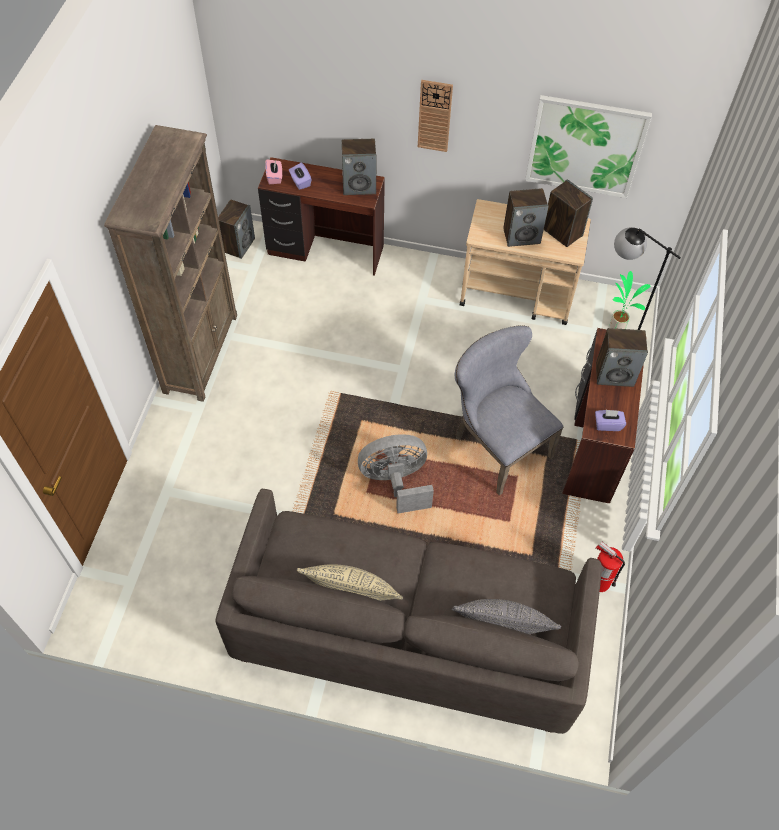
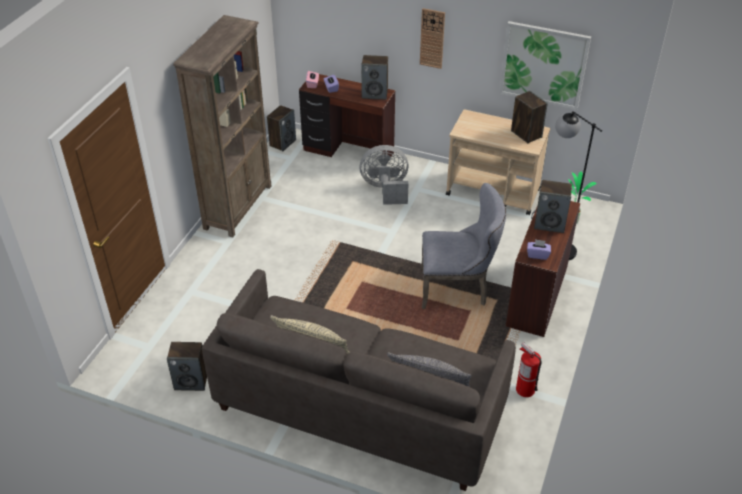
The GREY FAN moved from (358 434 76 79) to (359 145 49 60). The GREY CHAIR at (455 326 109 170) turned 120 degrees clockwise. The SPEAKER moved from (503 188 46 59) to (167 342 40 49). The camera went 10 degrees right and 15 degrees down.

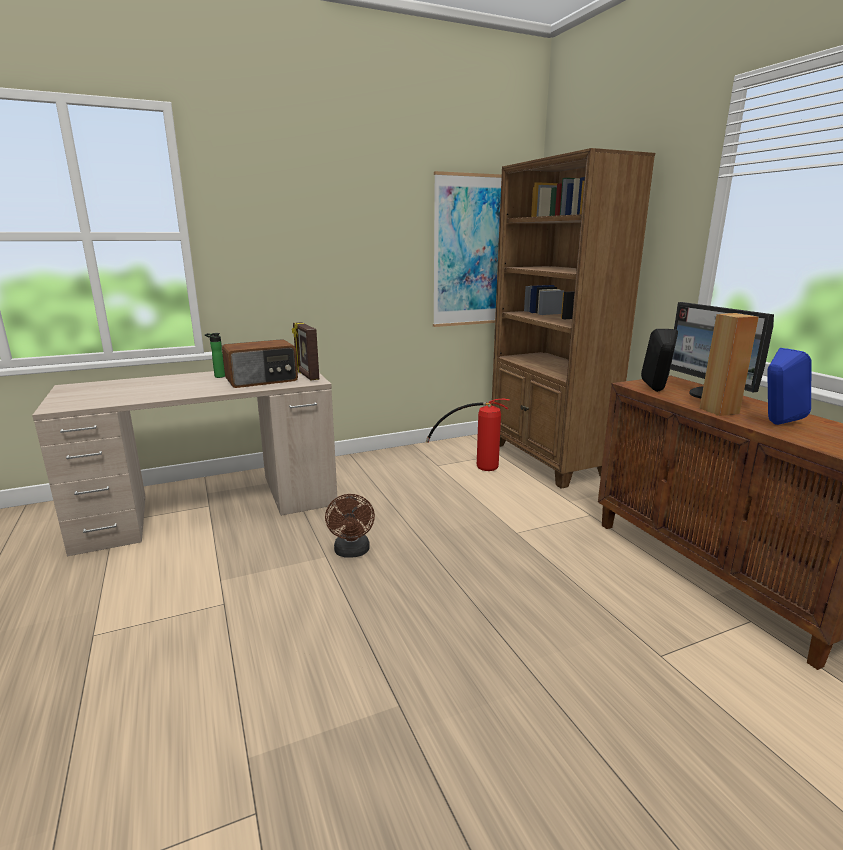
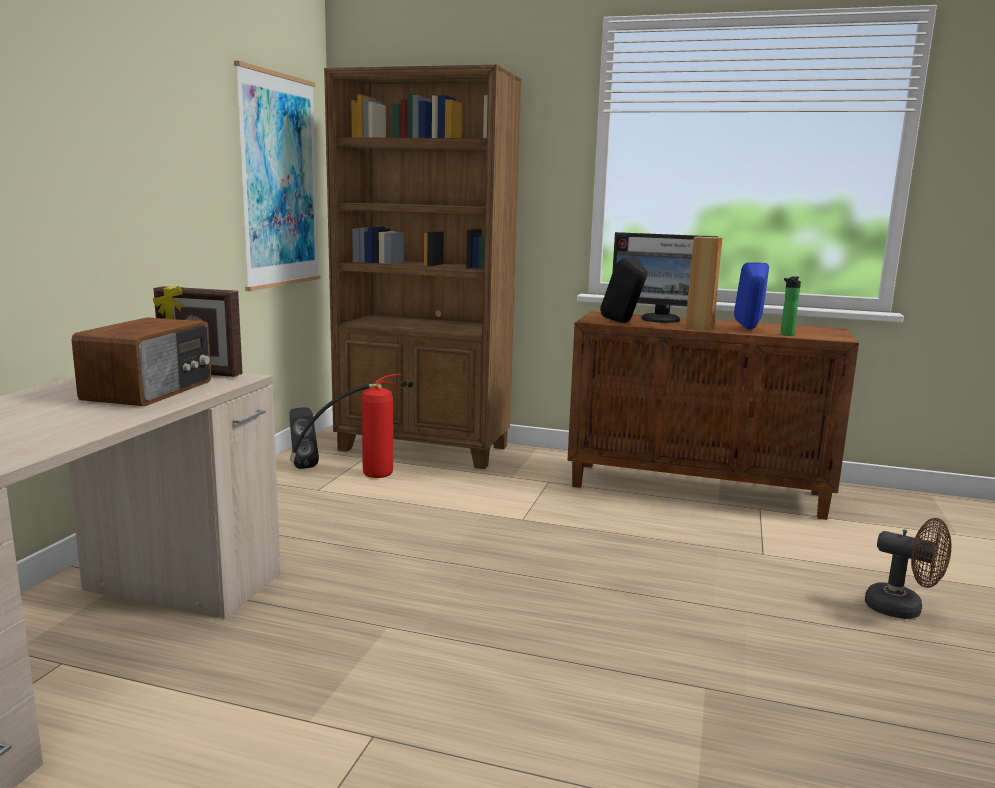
The BOTTLE moved from (205 333 20 45) to (780 276 21 60). The BROWN FAN moved from (325 494 50 64) to (865 518 86 101). The BLACK SPEAKER at (289 408 30 61) appeared. The camera went 50 degrees left and 5 degrees down.

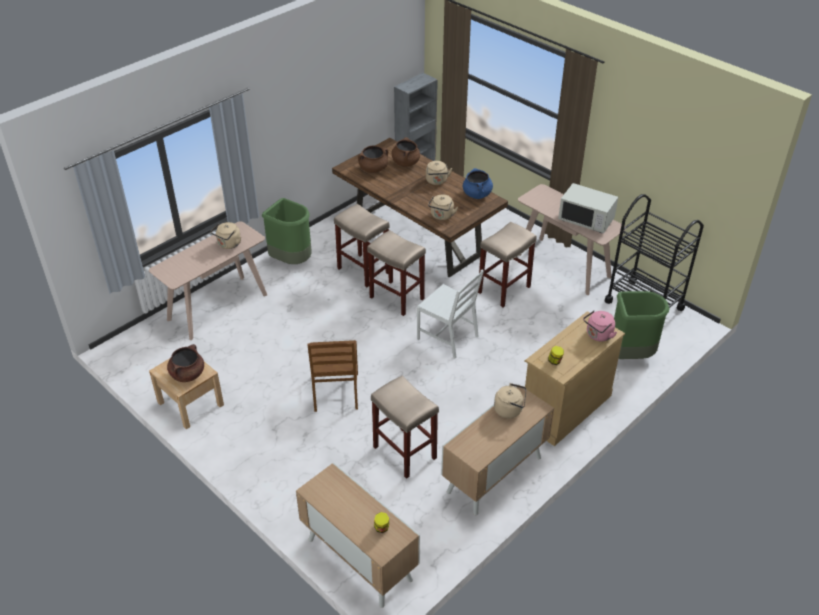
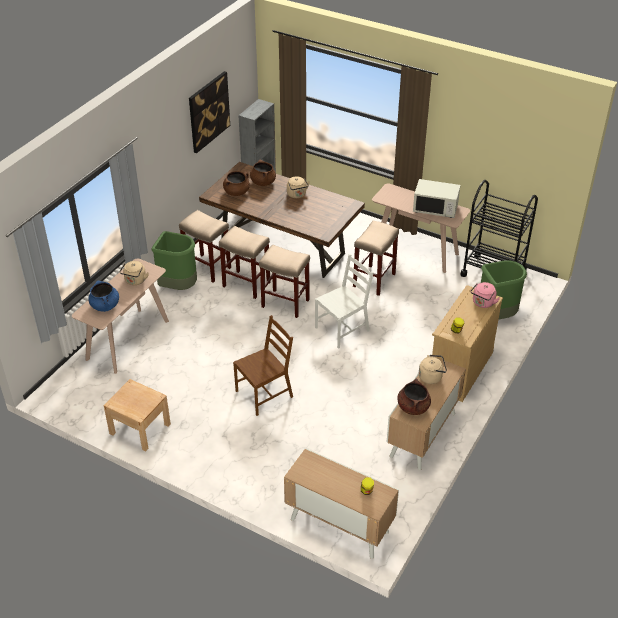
The BROWN COOKING POT moved from (167 344 37 38) to (397 379 34 36). The BROWN CHAIR at (308 340 50 72) turned 105 degrees counterclockwise. The BEIGE STOOL moved from (371 375 68 104) to (179 210 52 73). The WHITE CHAIR at (417 270 67 88) turned 60 degrees counterclockwise. The BEIGE KETTLE at (428 194 30 26) disappeared. The BLUE COOKING POT moved from (463 168 30 31) to (88 281 31 31). The PICTURE at (189 71 41 82) appeared. The camera went 15 degrees left and 0 degrees up.

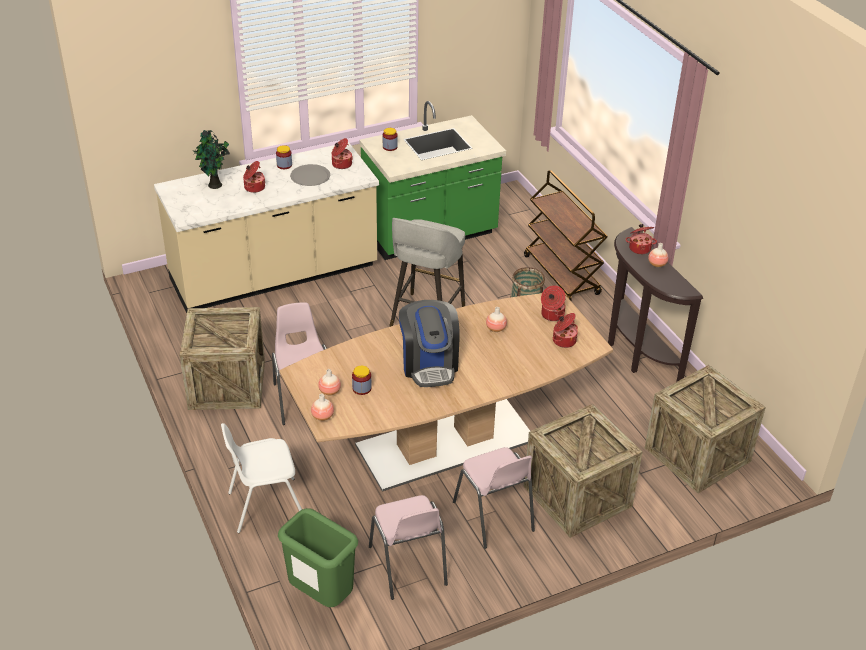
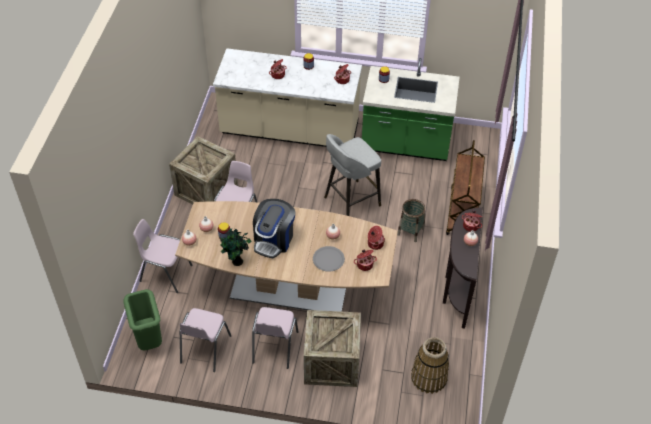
The POTTED PLANT moved from (192 130 38 59) to (220 229 32 37). The WHITE CHAIR at (221 423 81 110) became the PINK CHAIR at (133 219 60 74). The GREY PLATE moved from (290 164 40 22) to (313 246 32 26). The CRATE at (645 365 121 128) was replaced by the BASKET at (411 337 38 57). The camera went 35 degrees right and 10 degrees up.

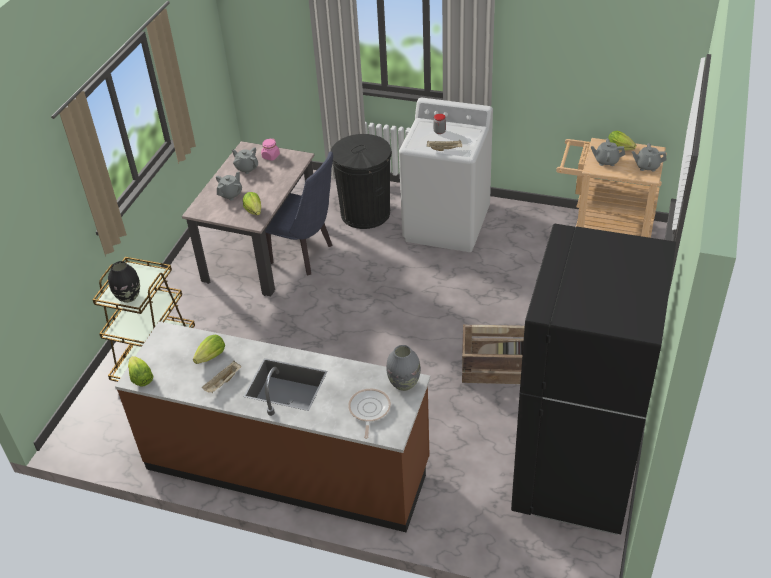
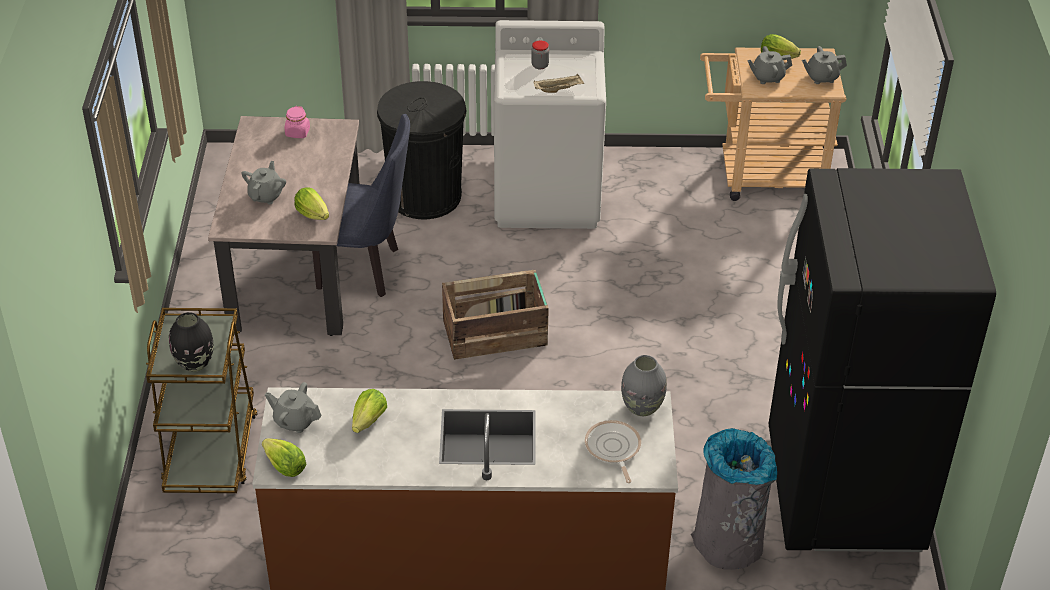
The BEIGE TRAY at (202 361 39 32) disappeared. The GREY TEAPOT moved from (232 147 26 27) to (265 382 57 51). The CRATE moved from (462 325 63 59) to (442 270 107 90). The GREY TRASH CAN at (691 428 86 142) appeared. The camera went 20 degrees left and 0 degrees up.

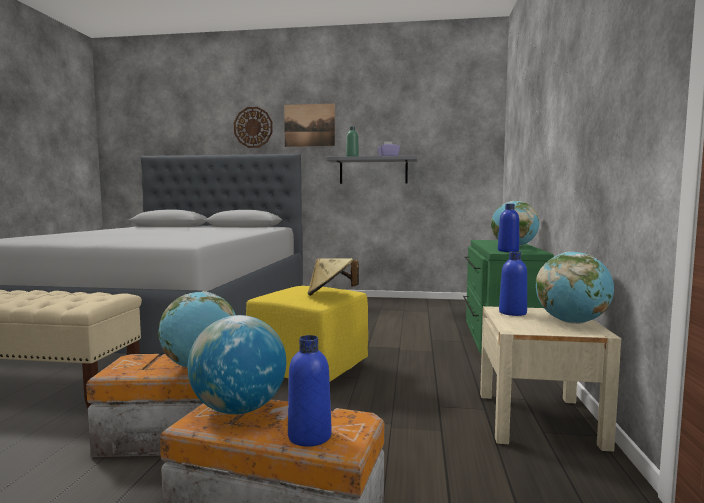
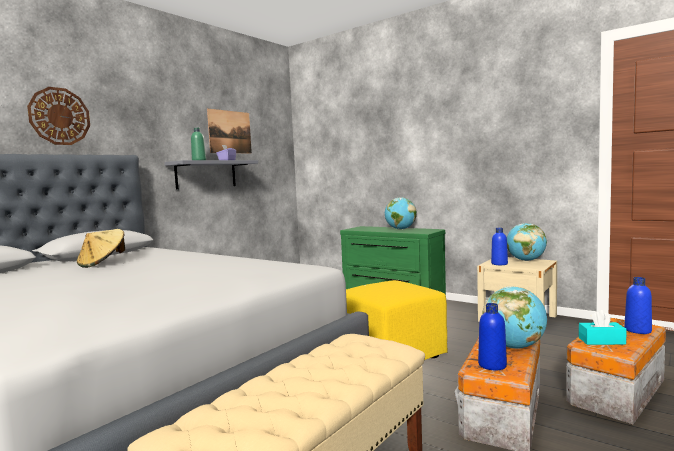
The GLOBE at (188 315 98 99) was replaced by the TURQUOISE TISSUE BOX at (579 310 48 35). The PICTURE moved from (284 103 51 44) to (207 108 45 46). The BEIGE HAT moved from (308 258 51 38) to (77 229 48 39). The BLUE BOTTLE moved from (498 204 21 48) to (478 303 29 67). The camera went 60 degrees left and 0 degrees up.

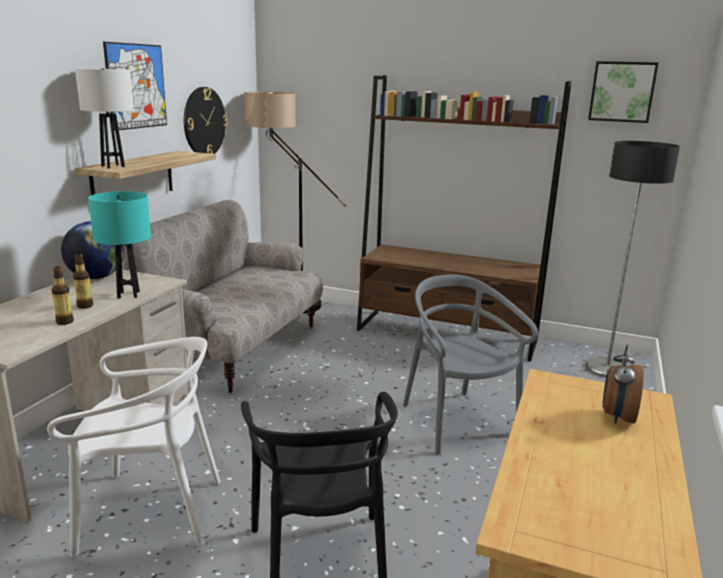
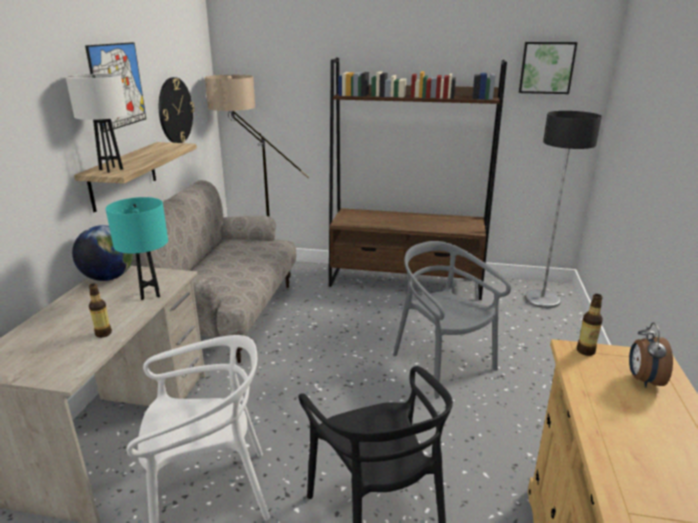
The BOTTLE moved from (73 254 20 55) to (577 294 26 62). The camera went 10 degrees left and 5 degrees up.

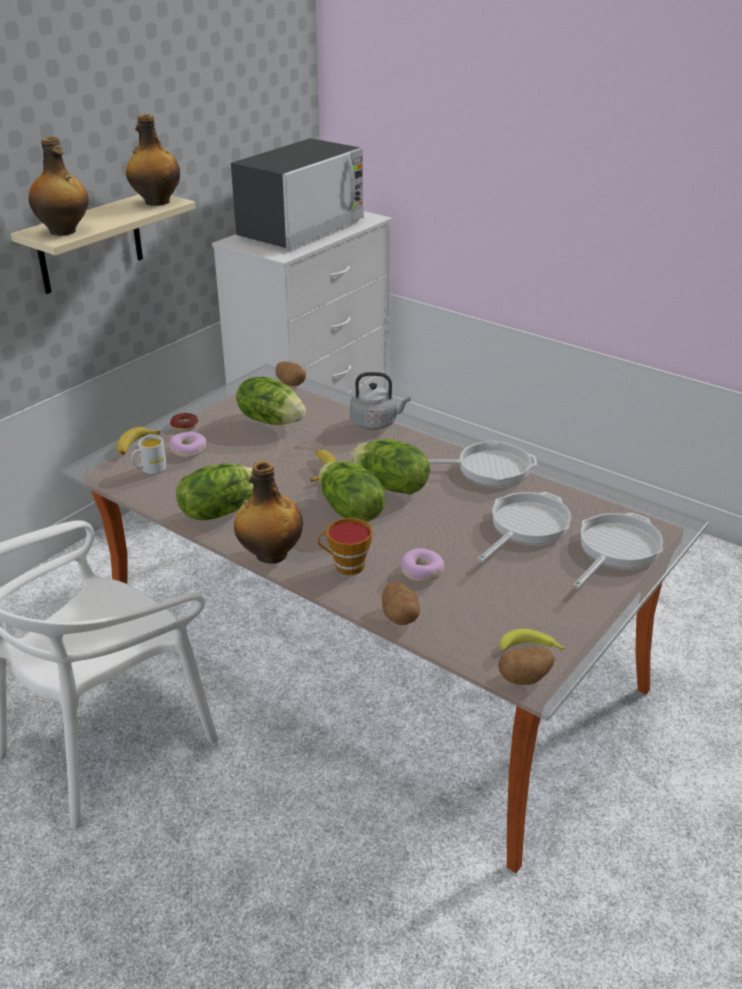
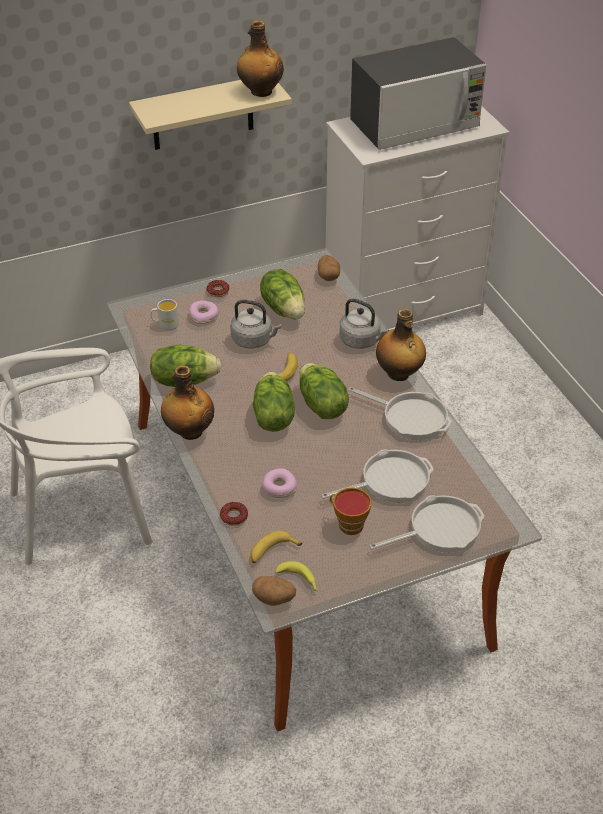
The BOTTLE moved from (29 137 60 99) to (376 309 50 72). The BANANA moved from (116 427 45 28) to (251 531 51 32). The CUP moved from (318 518 55 57) to (330 488 42 47). The POTATO at (382 582 38 43) was replaced by the DONUT at (220 502 28 24). The GREY KETTLE at (231 300 51 49) appeared. The camera went 30 degrees right and 10 degrees up.

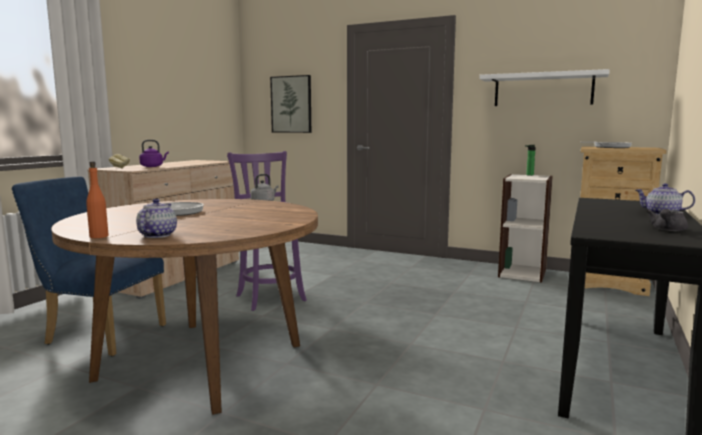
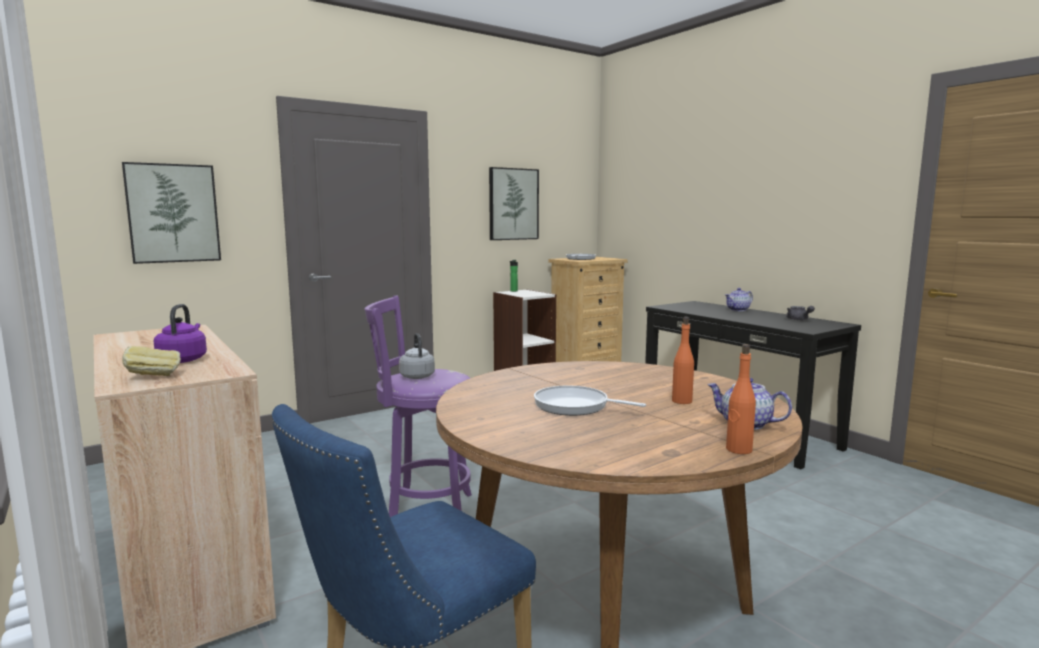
The WHITE SHELF at (479 69 131 37) was replaced by the PICTURE at (489 167 50 73). The ORANGE BOTTLE at (672 317 22 87) appeared. The camera went 60 degrees left and 0 degrees up.

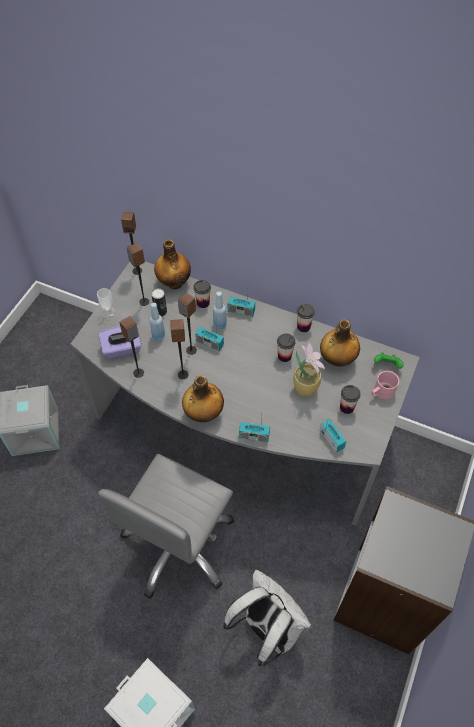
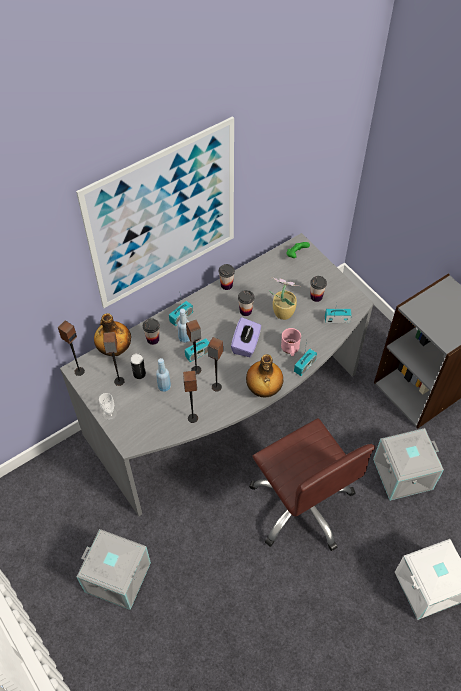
The PURPLE TISSUE BOX moved from (98 326 44 33) to (231 317 30 40). The GREY OFFICE CHAIR at (98 454 136 145) became the BROWN OFFICE CHAIR at (249 418 126 133). The WHITE BACKPACK at (223 569 89 98) was replaced by the GREY STORAGE BOX at (373 428 71 73). The BOTTLE at (320 319 40 48) disappeared. The PINK MUG moved from (371 371 28 29) to (281 328 20 28). The PICTURE at (76 116 158 192) appeared. The camera went 60 degrees left and 0 degrees up.

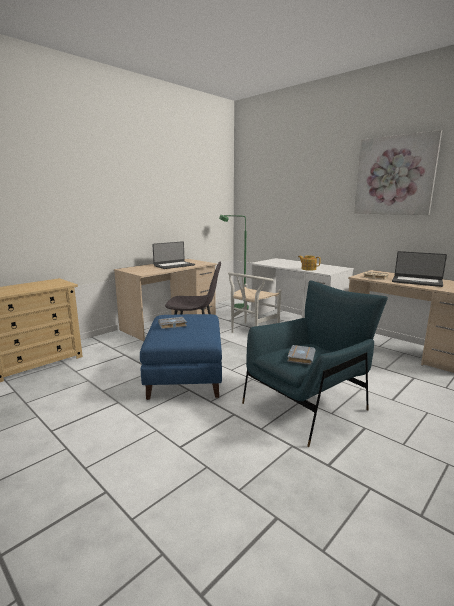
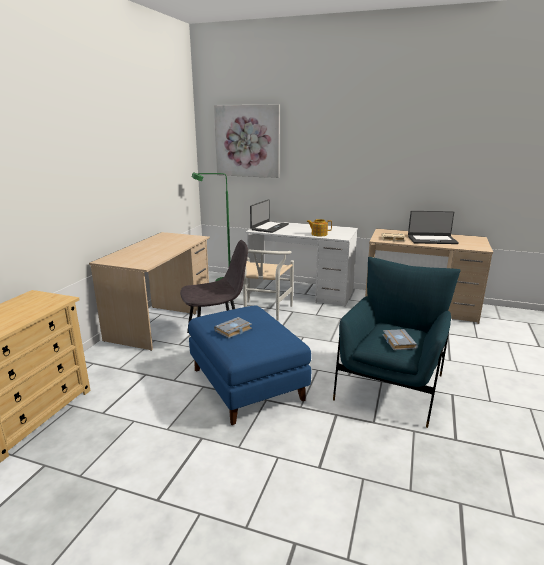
The LAPTOP moved from (152 241 43 28) to (250 199 39 34). The PICTURE moved from (354 130 88 85) to (214 105 66 73). The camera went 25 degrees left and 5 degrees up.

